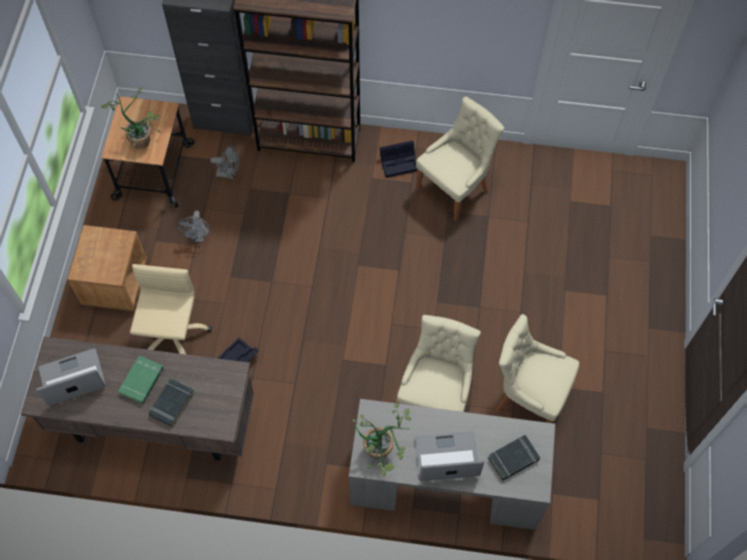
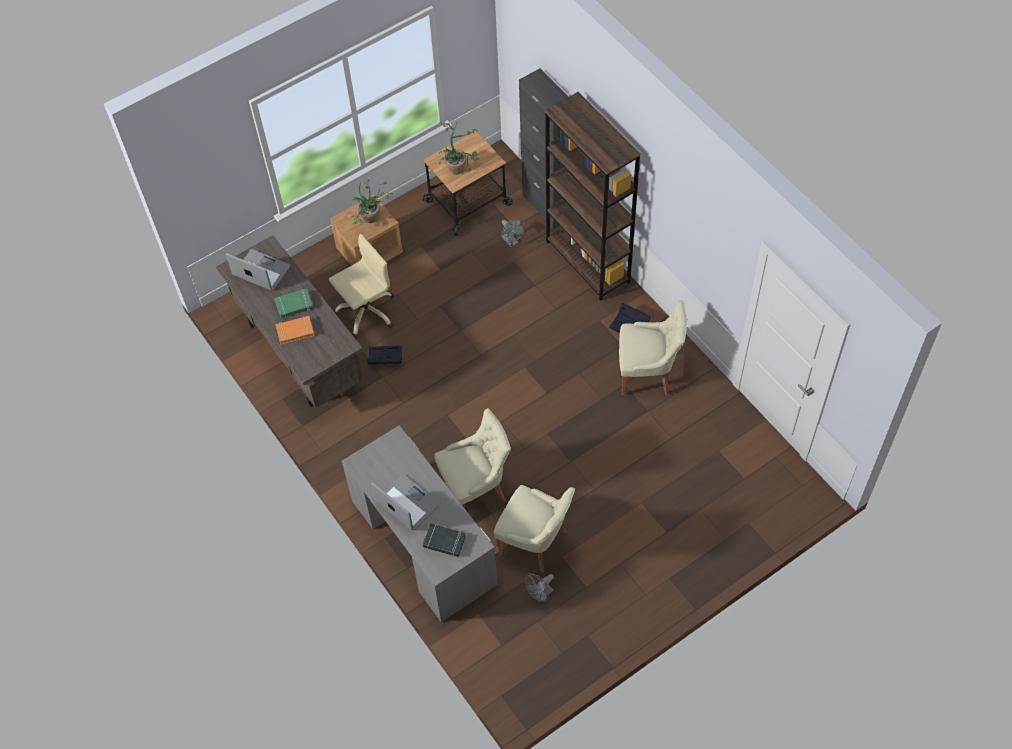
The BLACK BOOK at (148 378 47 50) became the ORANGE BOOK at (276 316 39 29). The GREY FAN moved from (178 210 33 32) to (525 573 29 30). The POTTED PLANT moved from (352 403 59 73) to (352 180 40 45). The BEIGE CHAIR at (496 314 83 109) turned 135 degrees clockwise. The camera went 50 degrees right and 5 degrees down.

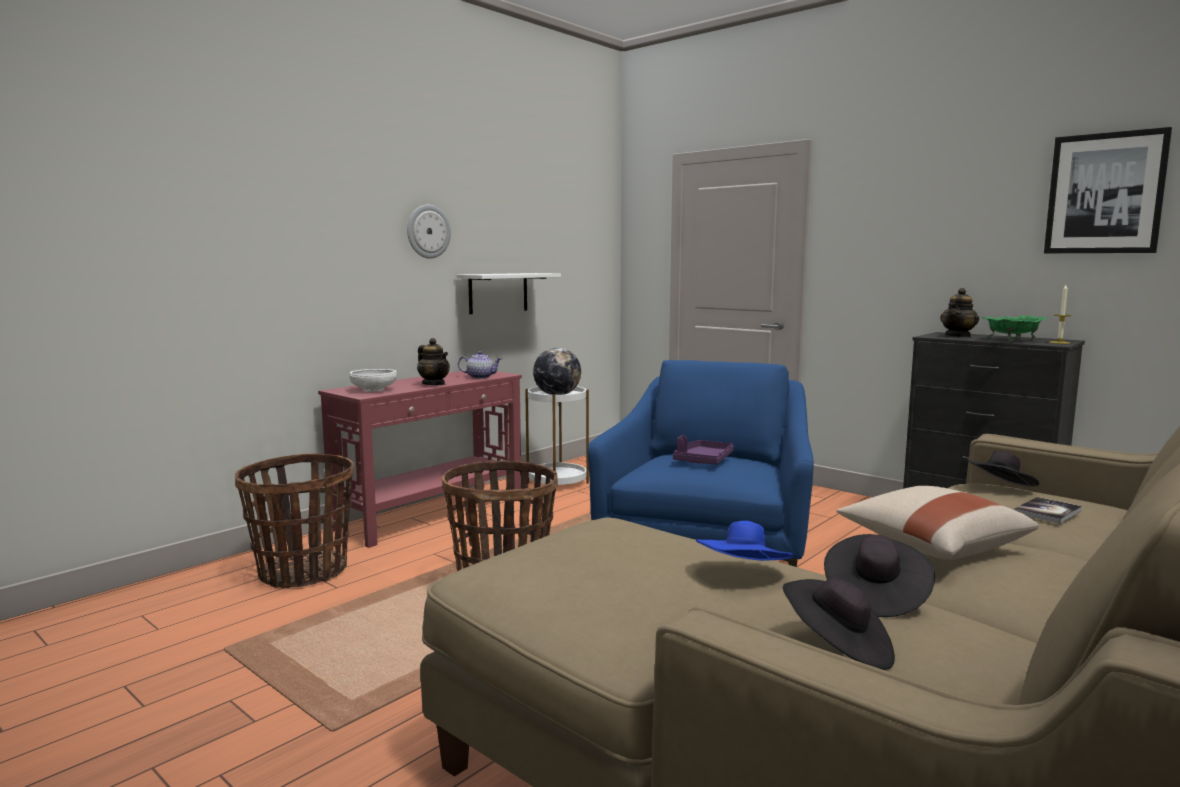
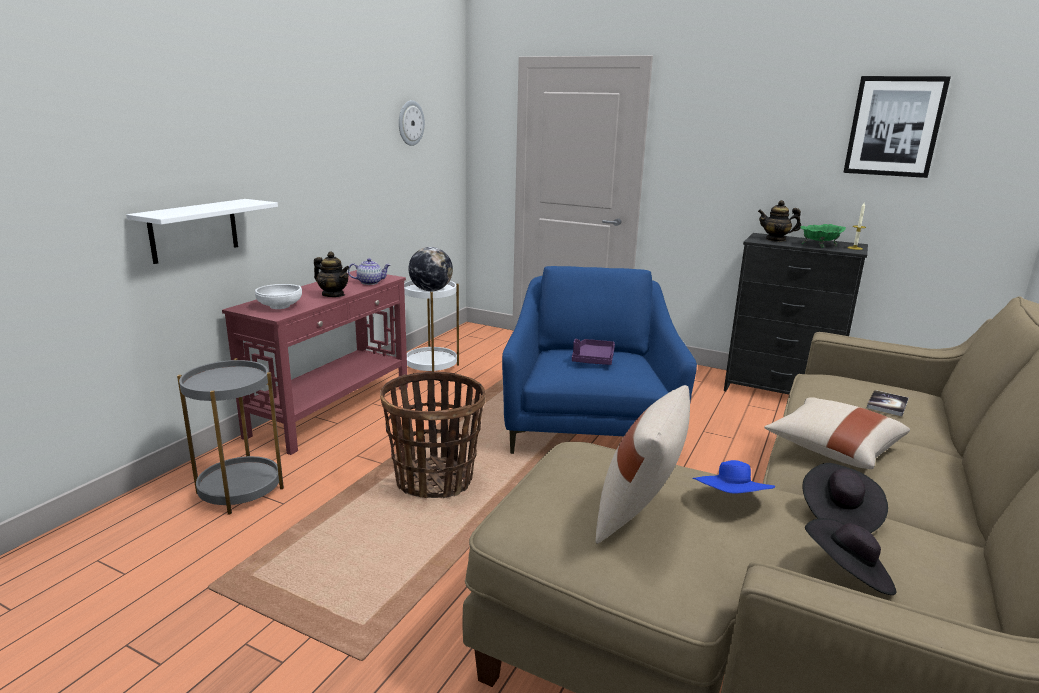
The BASKET at (235 454 119 134) was replaced by the GREY SIDE TABLE at (177 358 107 156). The WALL CLOCK moved from (407 205 44 54) to (399 100 26 46). The WHITE SHELF moved from (457 273 104 41) to (126 199 152 65). The TEAPOT at (940 288 39 50) turned 75 degrees clockwise. The BLACK HAT at (967 450 72 37) disappeared. The BEIGE PILLOW at (596 385 94 159) appeared. The camera went 15 degrees left and 10 degrees up.

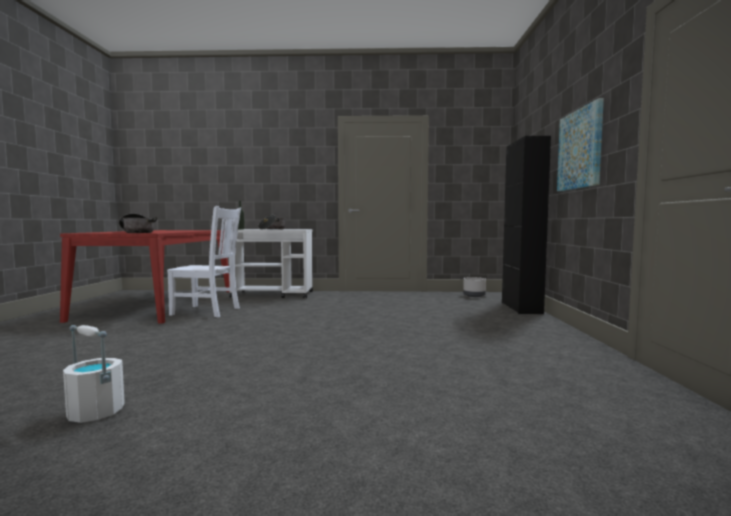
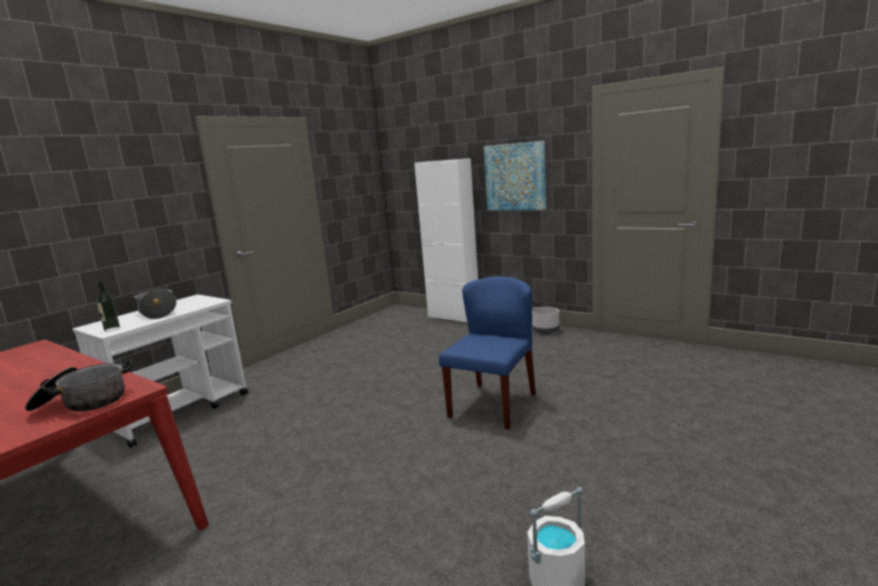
The WHITE CHAIR at (167 206 74 111) disappeared. The GREY PLANTER moved from (463 277 23 20) to (532 307 28 27). The BLACK CABINET at (502 136 49 178) became the WHITE CABINET at (414 158 64 164). The BLUE CHAIR at (439 276 97 154) appeared. The camera went 55 degrees left and 10 degrees up.

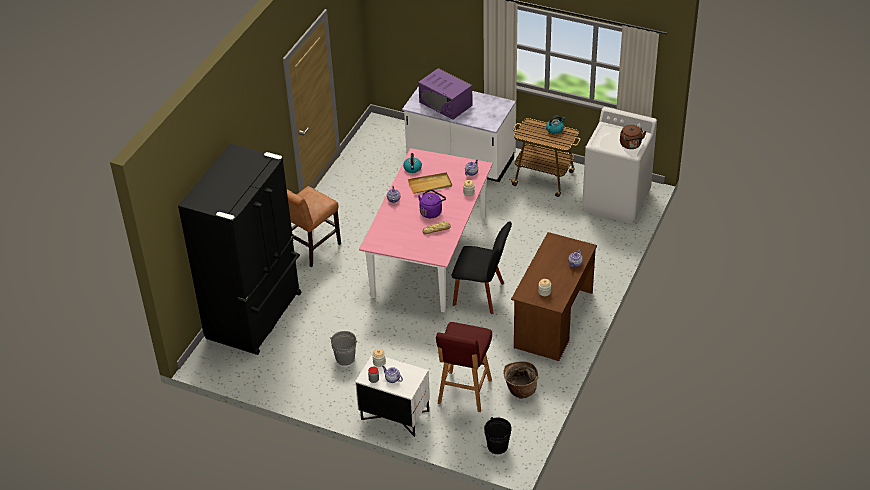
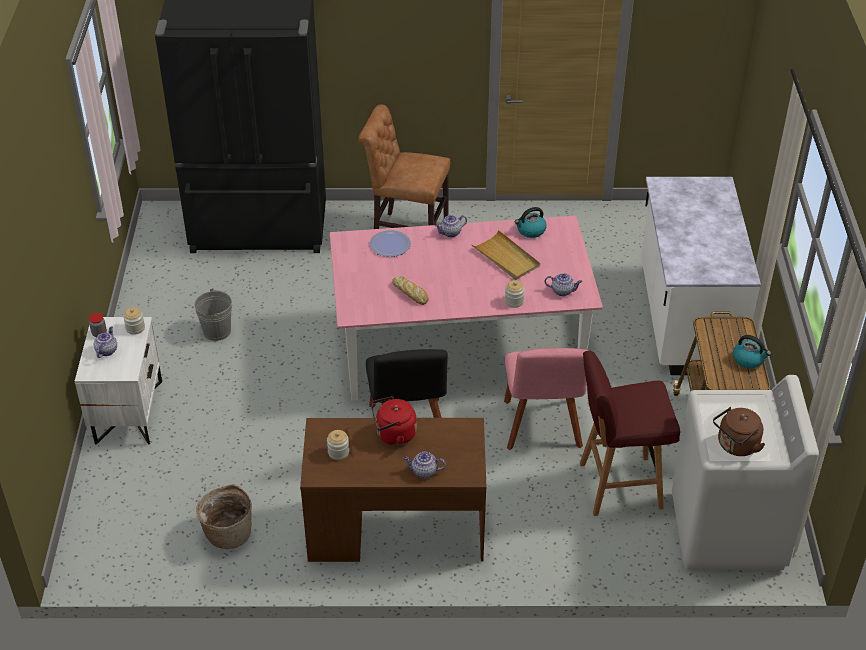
The PURPLE MICROWAVE at (418 68 55 51) disappeared. The PURPLE KETTLE at (418 189 28 29) disappeared. The RED STOOL moved from (436 322 56 90) to (580 350 100 166). The BLACK BUCKET at (484 417 28 37) disappeared. The PLATE at (370 230 41 27) appeared. The RED KETTLE at (371 396 46 49) appeared. The PINK CHAIR at (504 348 84 102) appeared. The camera went 65 degrees right and 0 degrees up.

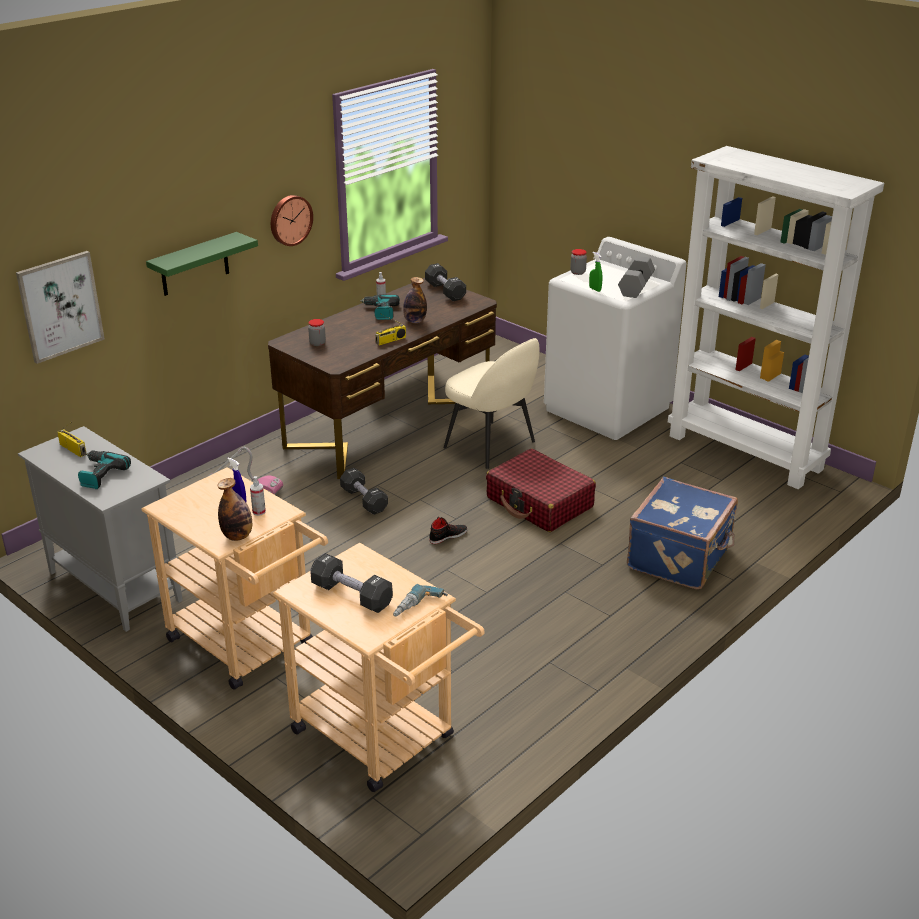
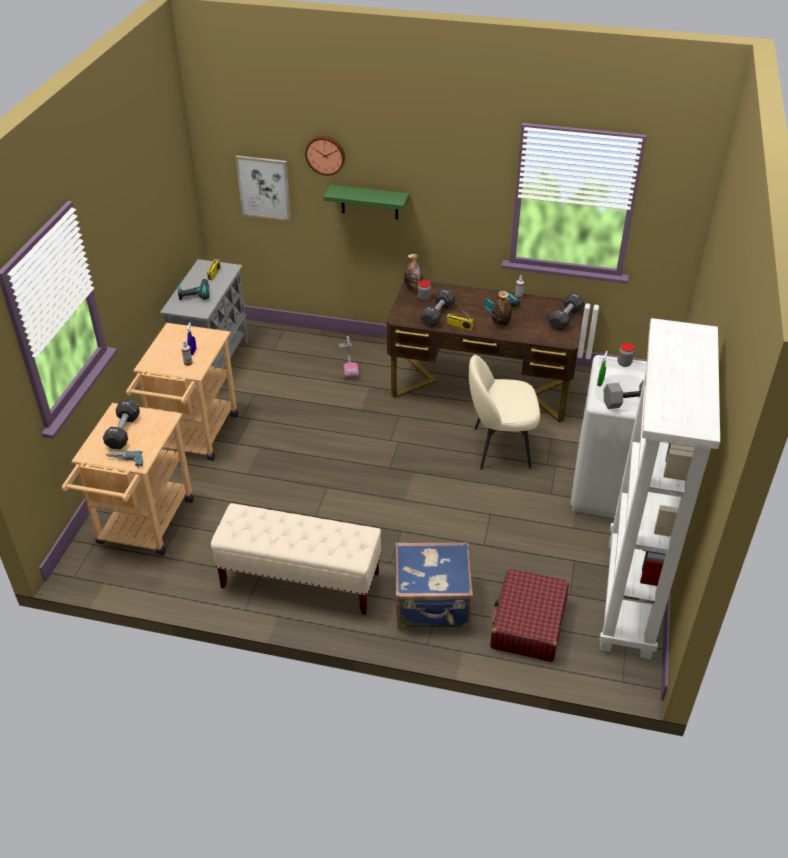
The BOTTLE moved from (218 478 34 63) to (404 254 19 37). The WALL CLOCK moved from (271 195 42 51) to (305 136 40 40). The BLACK DUMBBELL moved from (340 468 48 47) to (420 288 35 39). The BLACK SHOE at (429 517 39 27) disappeared. The BEIGE CHAIR at (444 338 95 131) turned 75 degrees clockwise. The RED SUITCASE moved from (486 448 110 84) to (490 569 79 93). The BEIGE BENCH at (211 503 171 112) appeared. The camera went 60 degrees right and 10 degrees up.

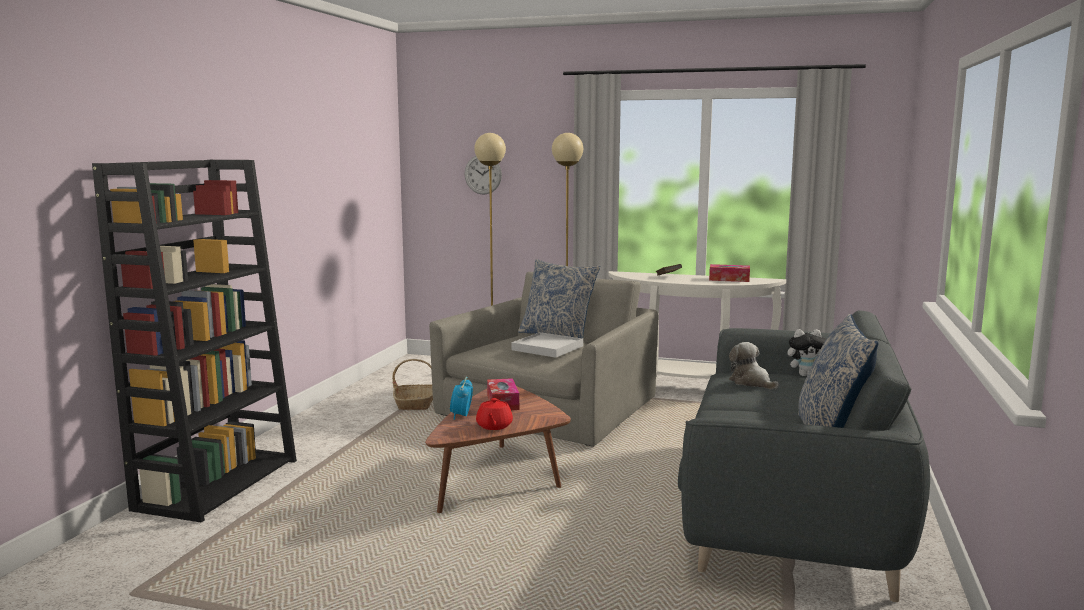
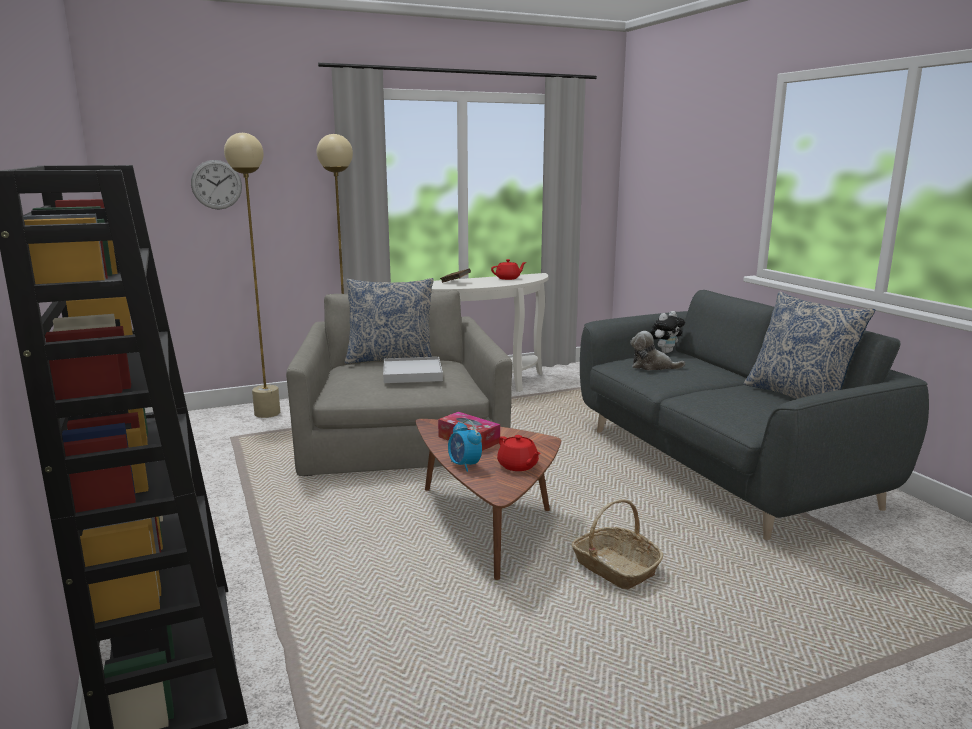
The BASKET moved from (392 359 41 51) to (572 499 92 90). The TISSUE BOX at (709 264 41 18) was replaced by the RED TEAPOT at (491 259 35 21). The camera went 40 degrees left and 5 degrees up.

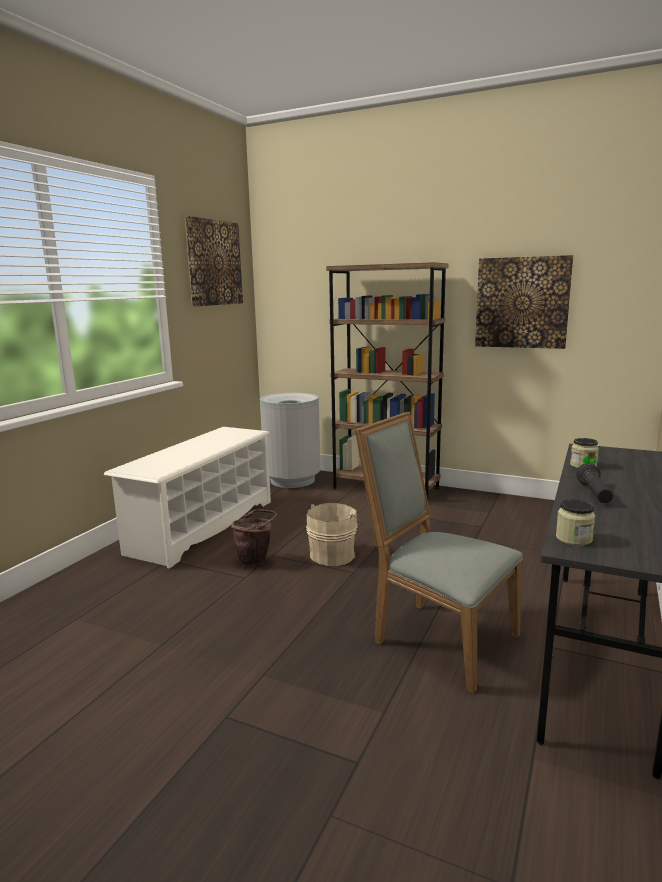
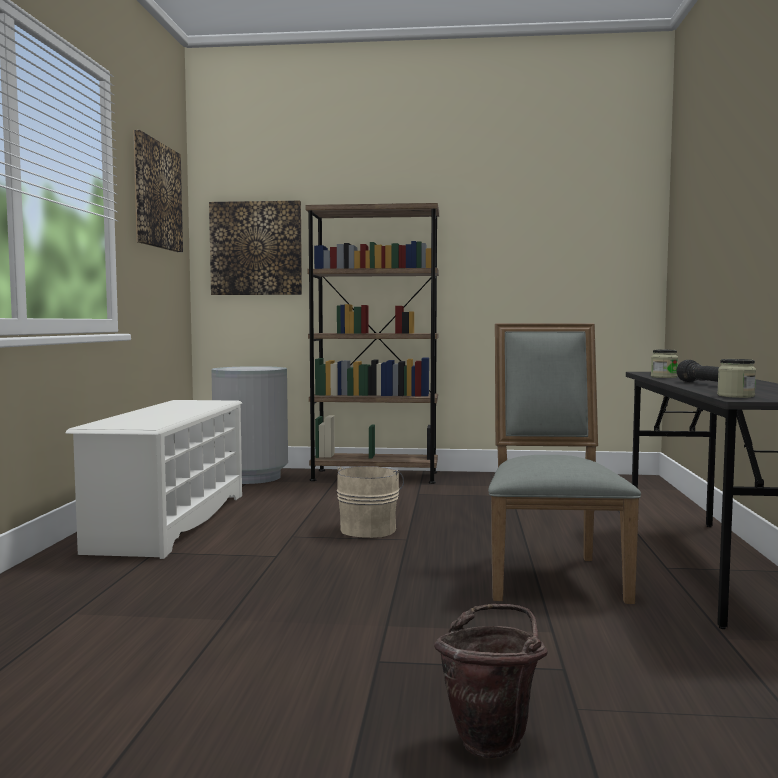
The BROWN BUCKET moved from (231 509 46 59) to (434 604 114 155). The GREY CHAIR at (355 412 168 282) turned 75 degrees clockwise. The PICTURE moved from (475 255 98 94) to (209 201 93 94). The camera went 20 degrees left and 10 degrees down.

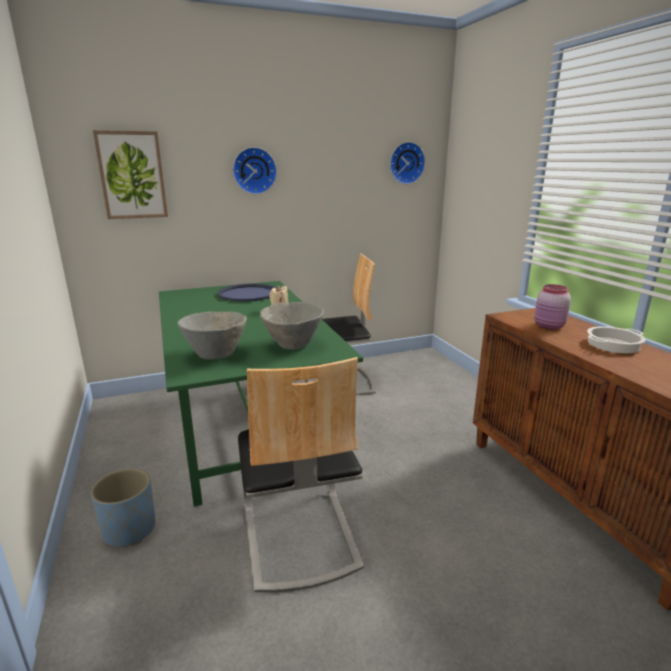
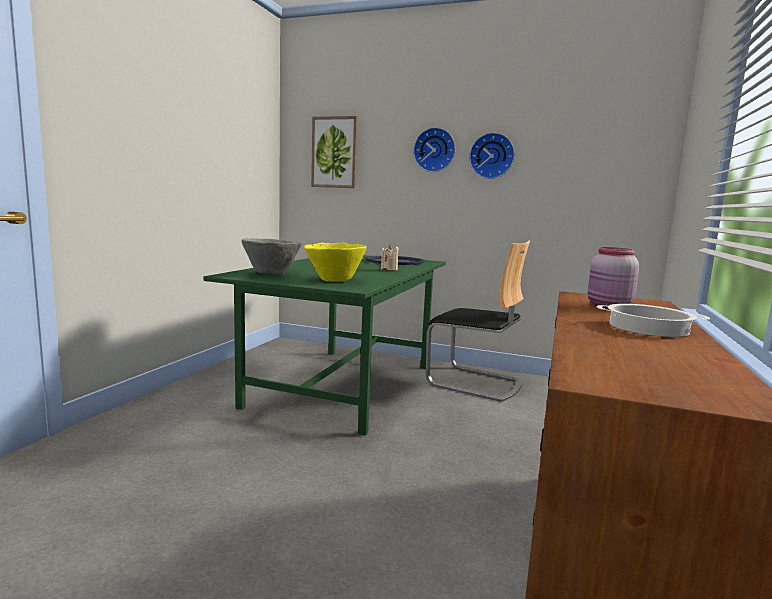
The BLUE PLANTER at (91 468 64 79) disappeared. The CHAIR at (238 357 126 235) disappeared. The GREY BOWL at (260 302 64 48) became the YELLOW BOWL at (304 243 63 39). The WALL CLOCK moved from (390 142 35 42) to (469 132 46 47). The camera went 40 degrees right and 10 degrees down.

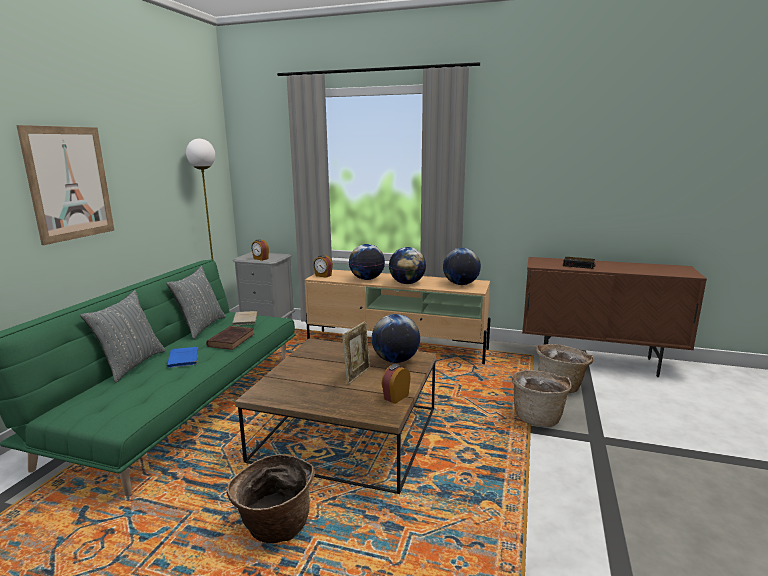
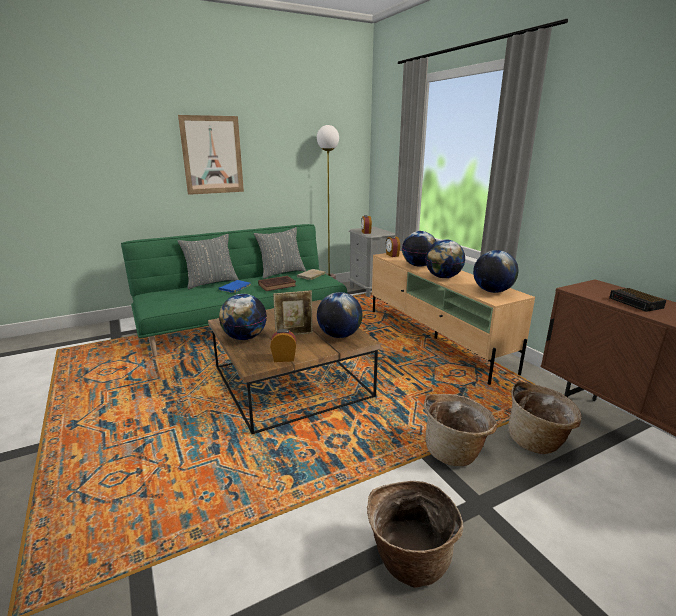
The BASKET moved from (227 454 88 89) to (367 481 96 107). The GLOBE at (219 294 48 46) appeared. The camera went 45 degrees right and 5 degrees up.

